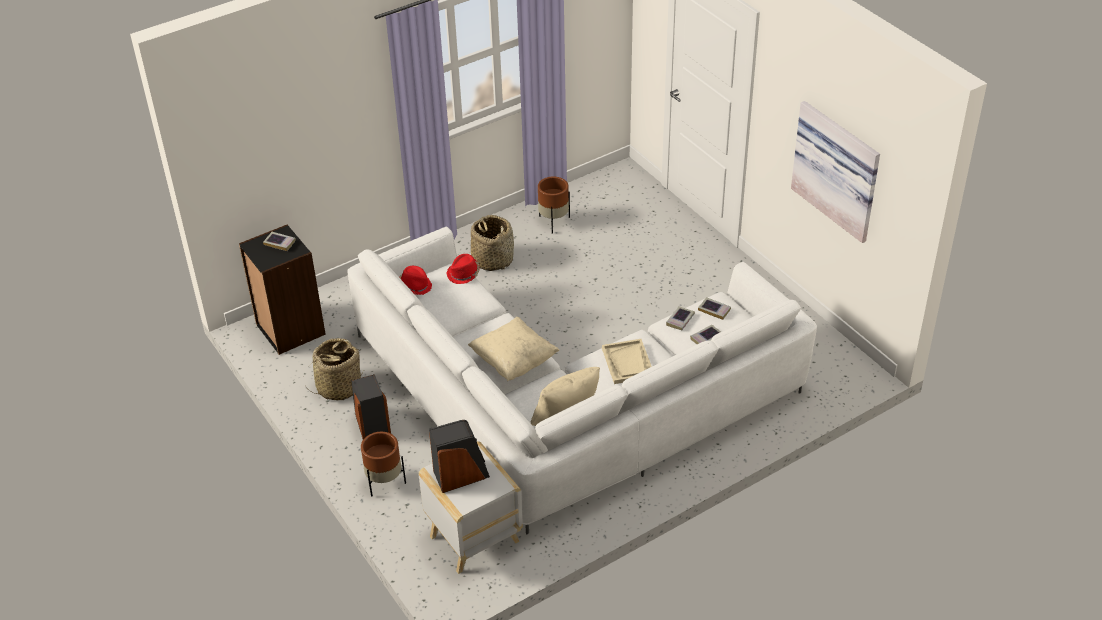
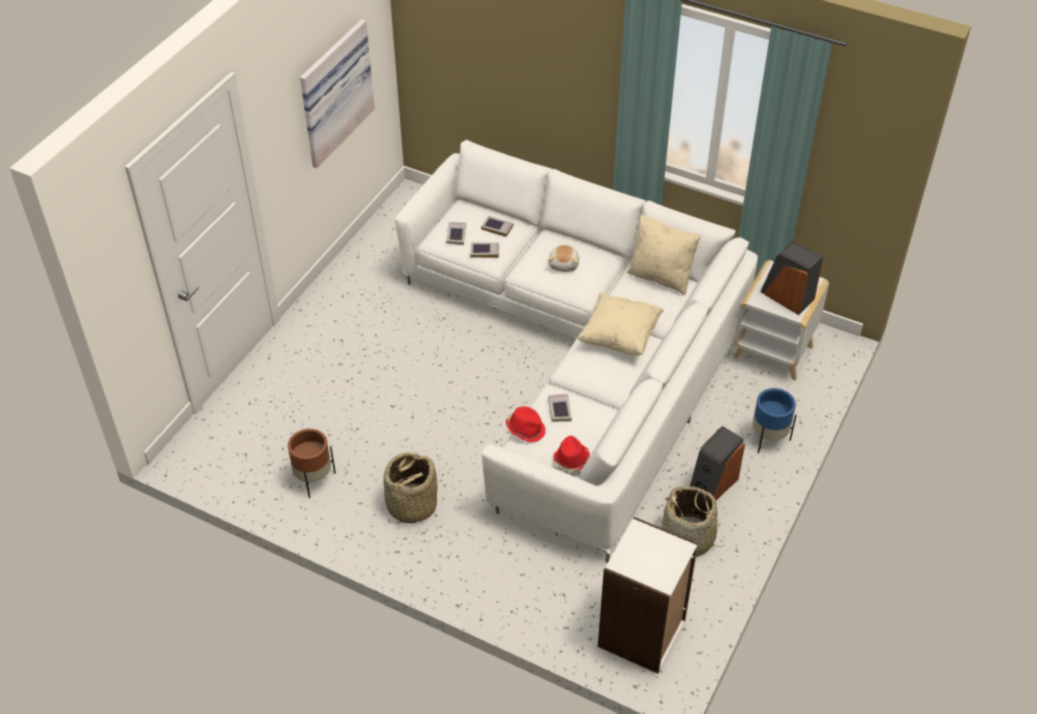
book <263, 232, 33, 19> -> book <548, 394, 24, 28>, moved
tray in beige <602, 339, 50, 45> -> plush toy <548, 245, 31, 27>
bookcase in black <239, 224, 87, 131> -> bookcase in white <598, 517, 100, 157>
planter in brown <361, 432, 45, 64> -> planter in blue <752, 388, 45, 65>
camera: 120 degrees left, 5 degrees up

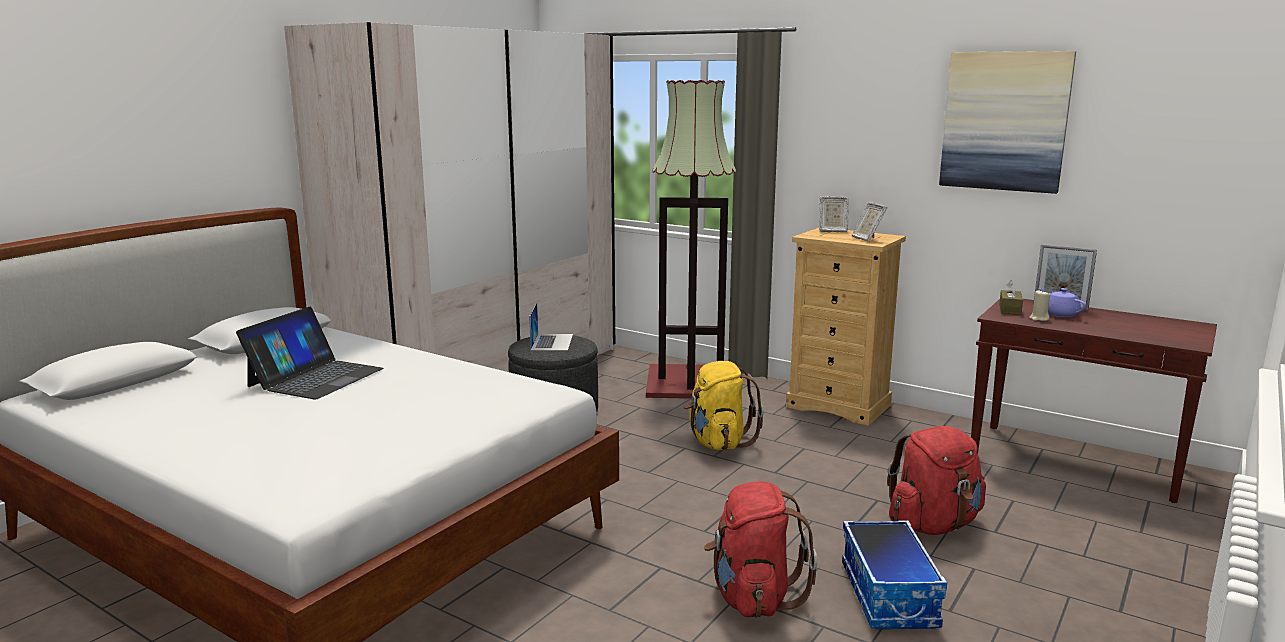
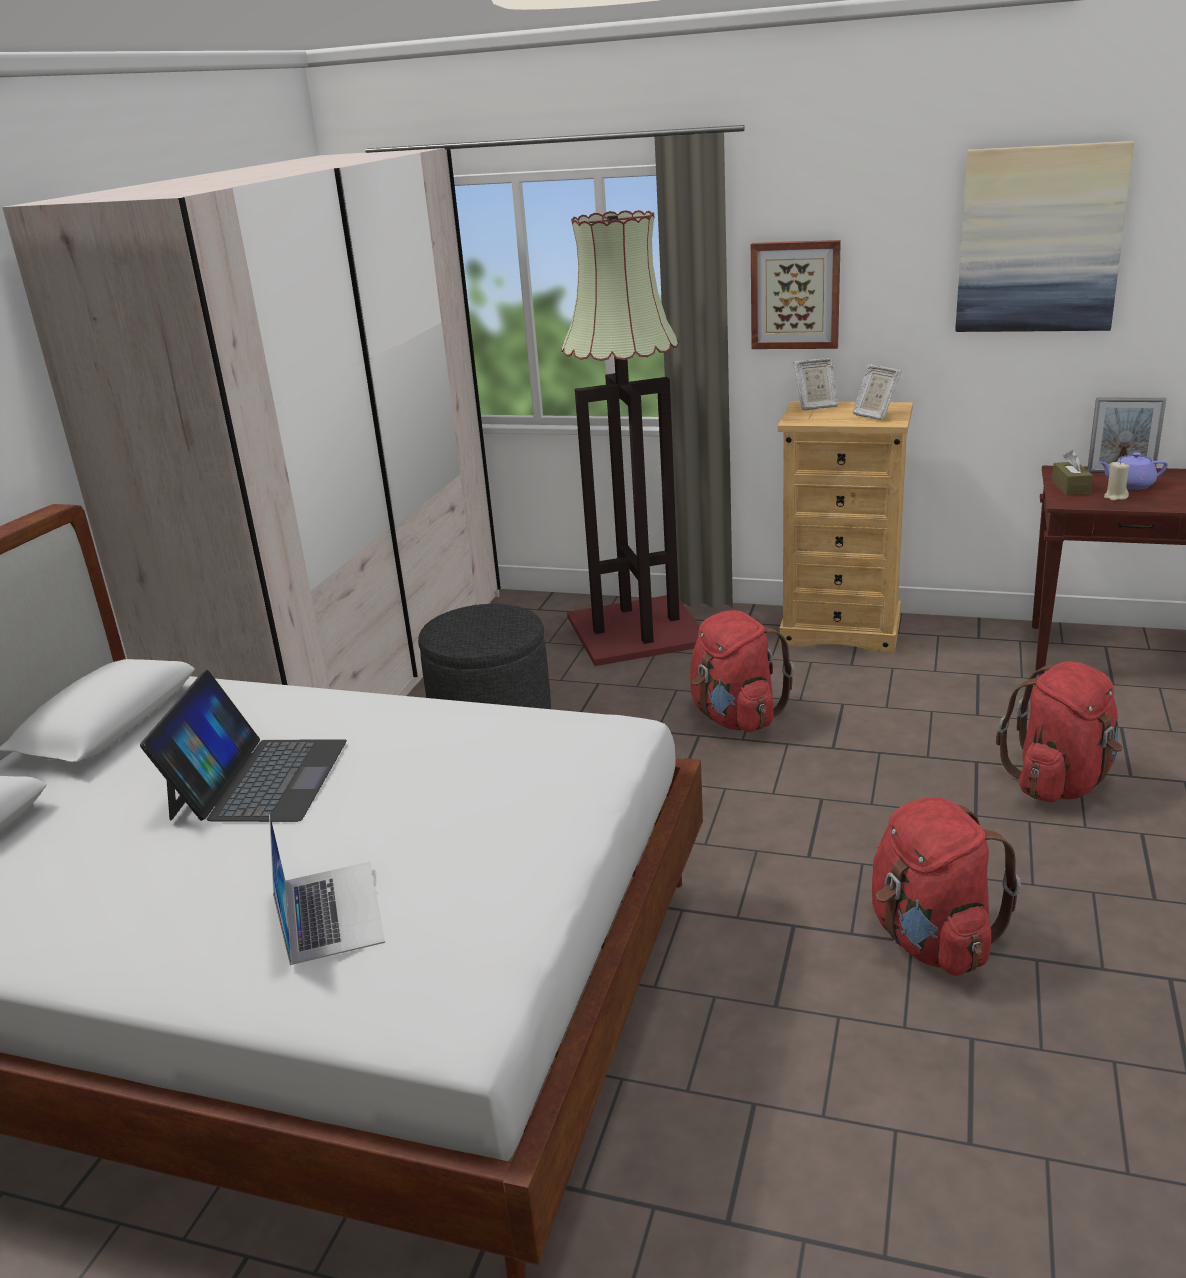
storage box <842, 520, 105, 109> -> none
none -> picture <751, 240, 90, 109>
laptop <529, 303, 44, 48> -> laptop <269, 814, 116, 151>, moved
backpack in yellow <684, 361, 80, 89> -> backpack in red <691, 610, 103, 122>
teapot in purple <1038, 288, 49, 29> -> teapot in purple <1098, 452, 70, 38>, 45 degrees counterclockwise
camera: 15 degrees left, 10 degrees up

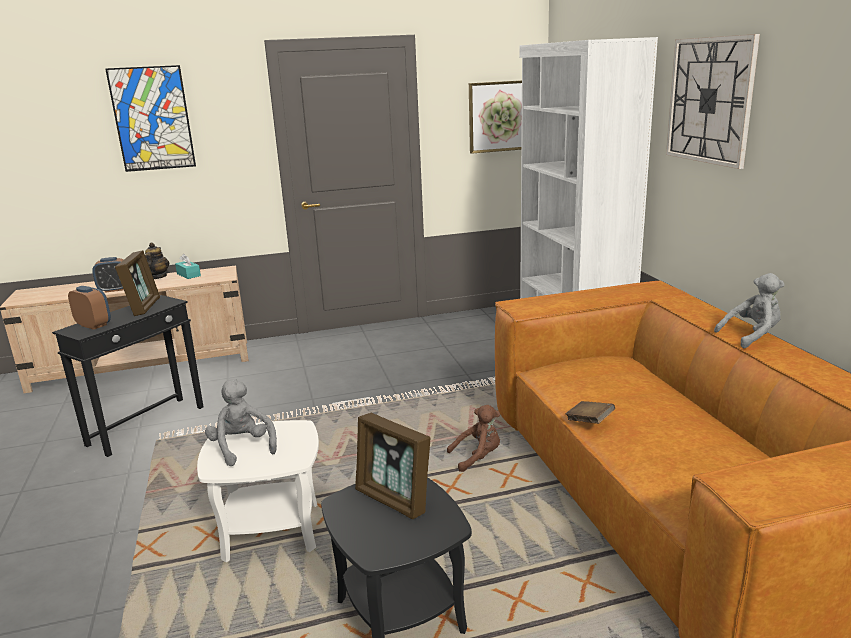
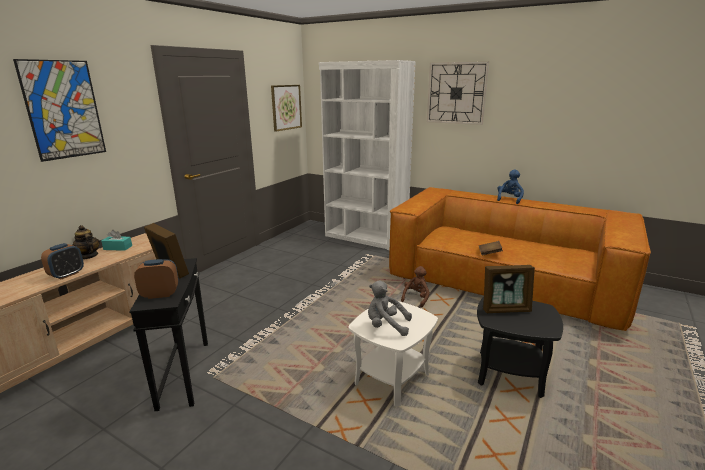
plush toy in grey <714, 273, 71, 75> -> plush toy in blue <497, 169, 27, 35>
camera: 45 degrees left, 0 degrees up

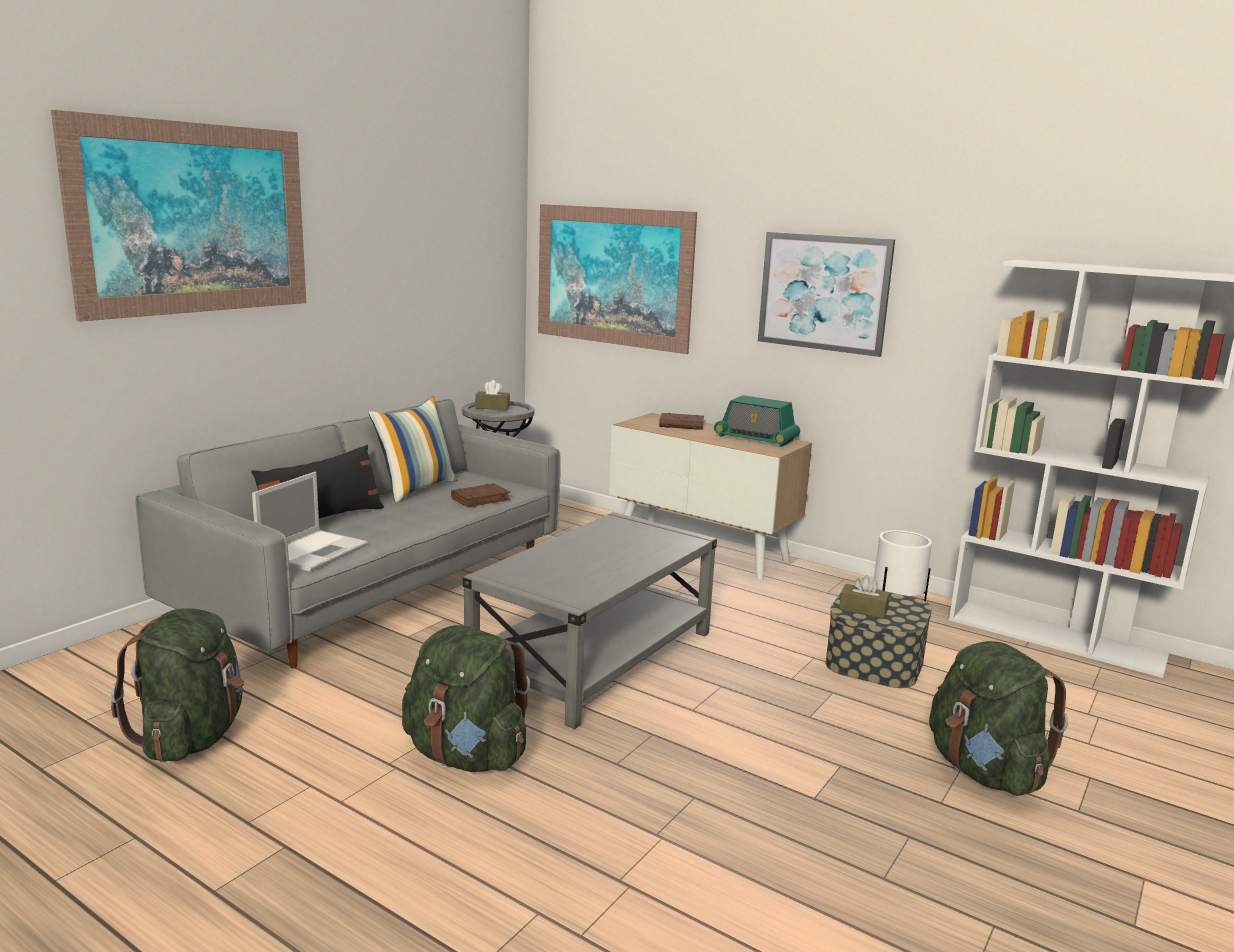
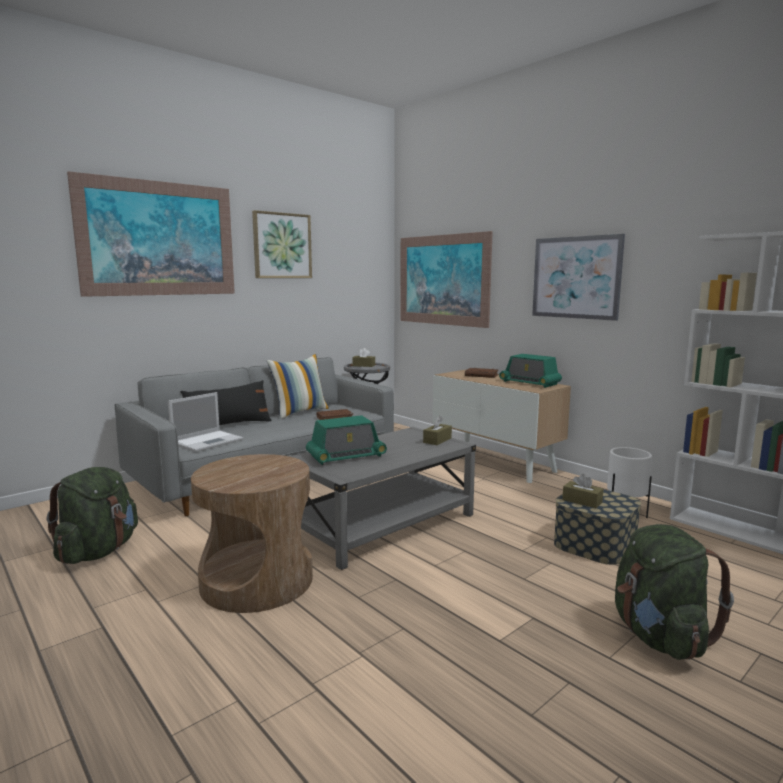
none -> picture <252, 210, 60, 68>
none -> radio <306, 415, 81, 50>
none -> tissue box in brown <423, 416, 29, 29>
backpack in green <402, 625, 128, 147> -> side table in brown <191, 454, 122, 159>
camera: 15 degrees right, 5 degrees down

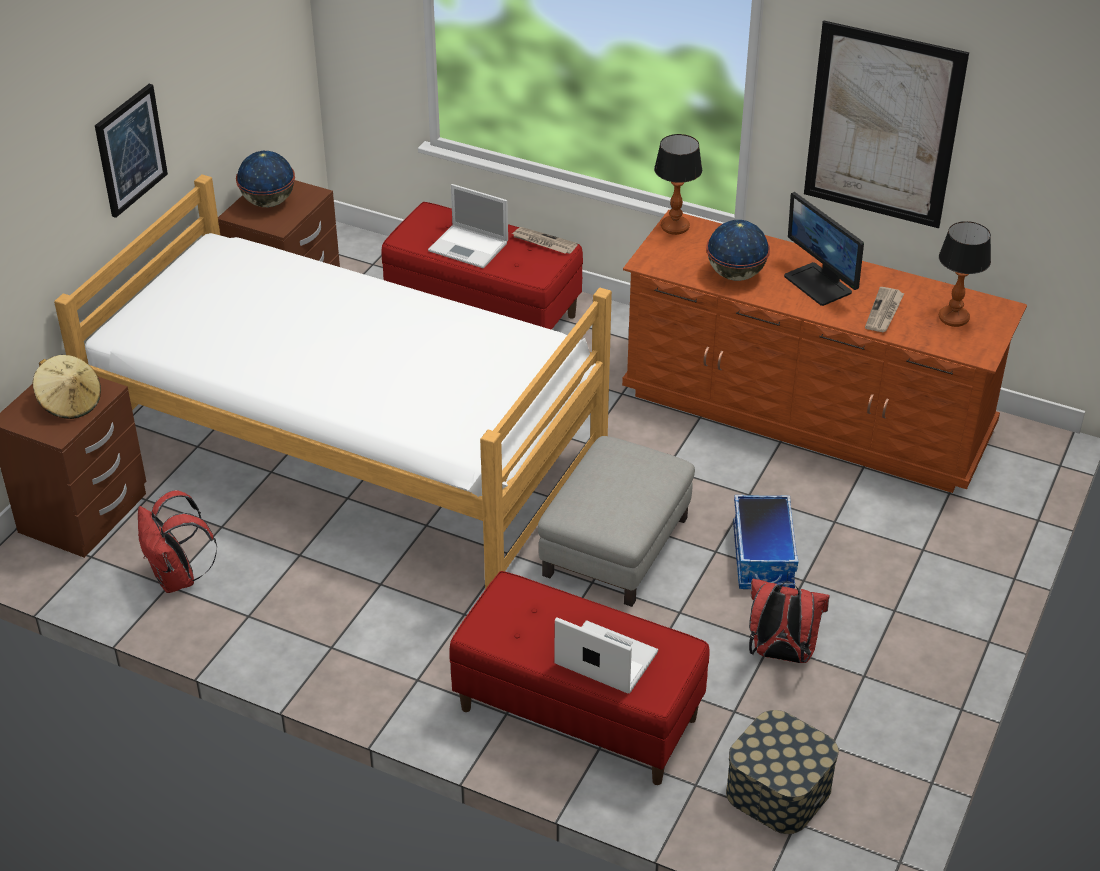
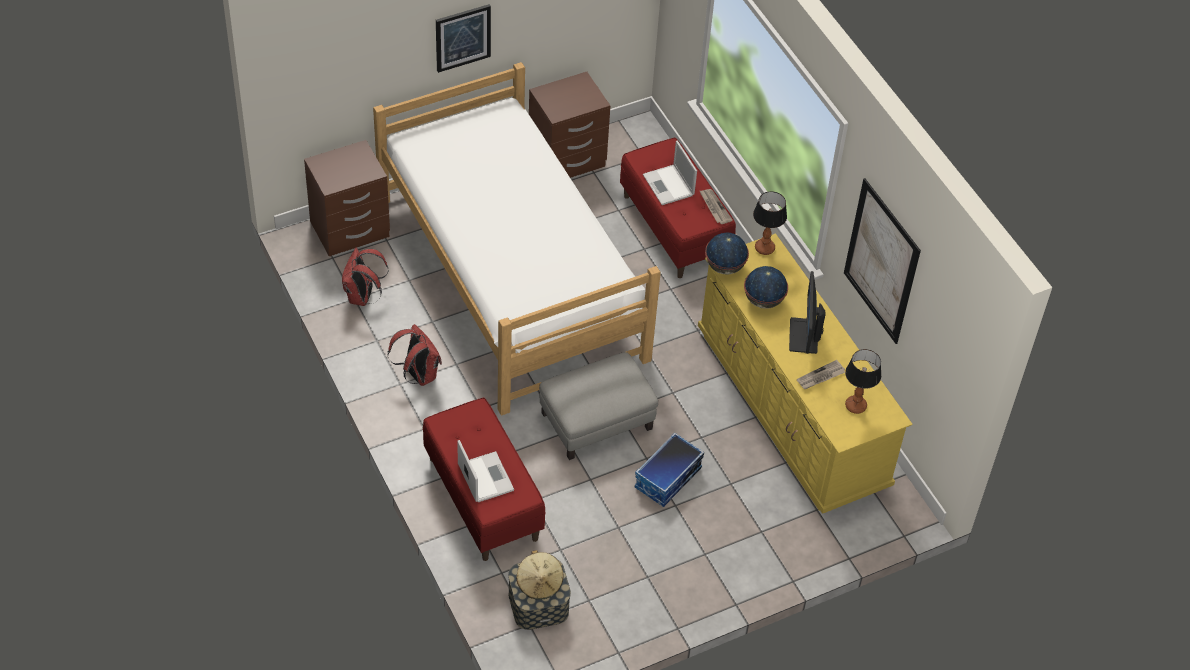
hat in beige <33, 355, 68, 64> -> hat in beige <516, 550, 47, 50>, moved
globe <236, 151, 59, 56> -> globe <705, 232, 44, 43>, moved
backpack in red <749, 579, 81, 84> -> backpack in red <388, 324, 54, 62>, moved
dresser in brown <622, 210, 405, 283> -> dresser in yellow <698, 233, 214, 281>
camera: 35 degrees right, 10 degrees up

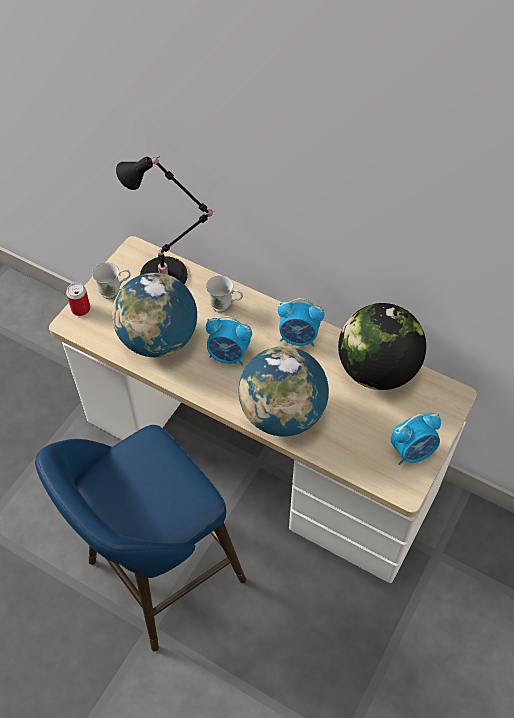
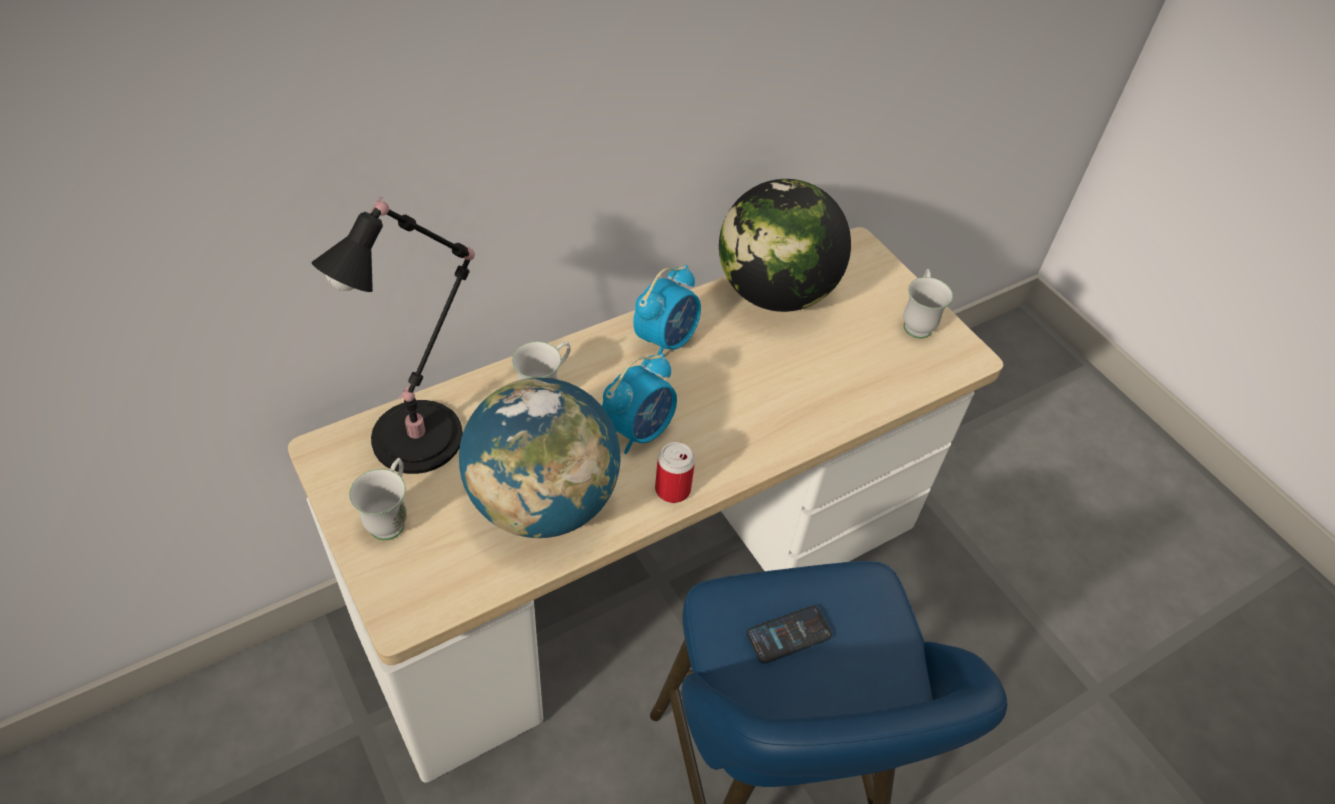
globe <239, 346, 90, 90> -> none
none -> phone <746, 606, 86, 58>
can <66, 283, 24, 33> -> can <655, 442, 40, 61>, moved
alarm clock <391, 413, 50, 52> -> mug in white <903, 269, 50, 70>
camera: 65 degrees left, 5 degrees down

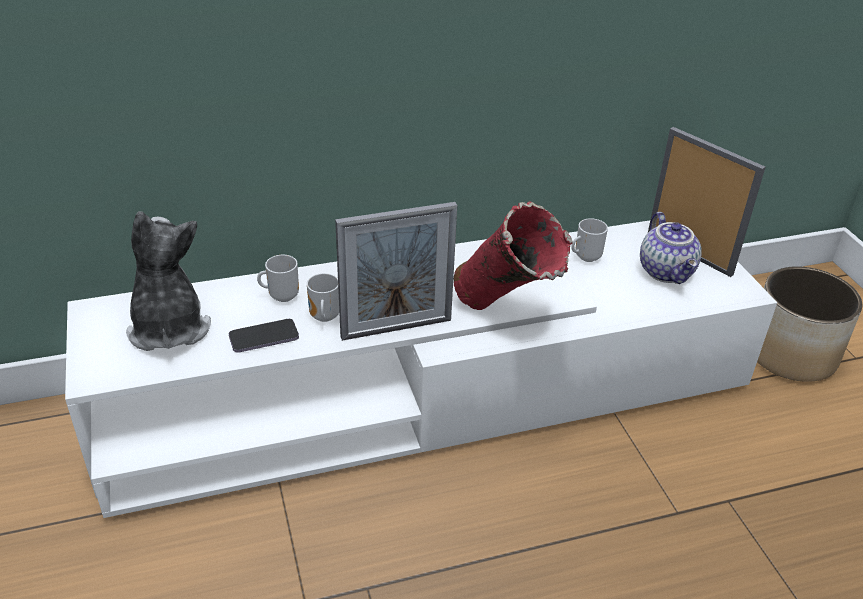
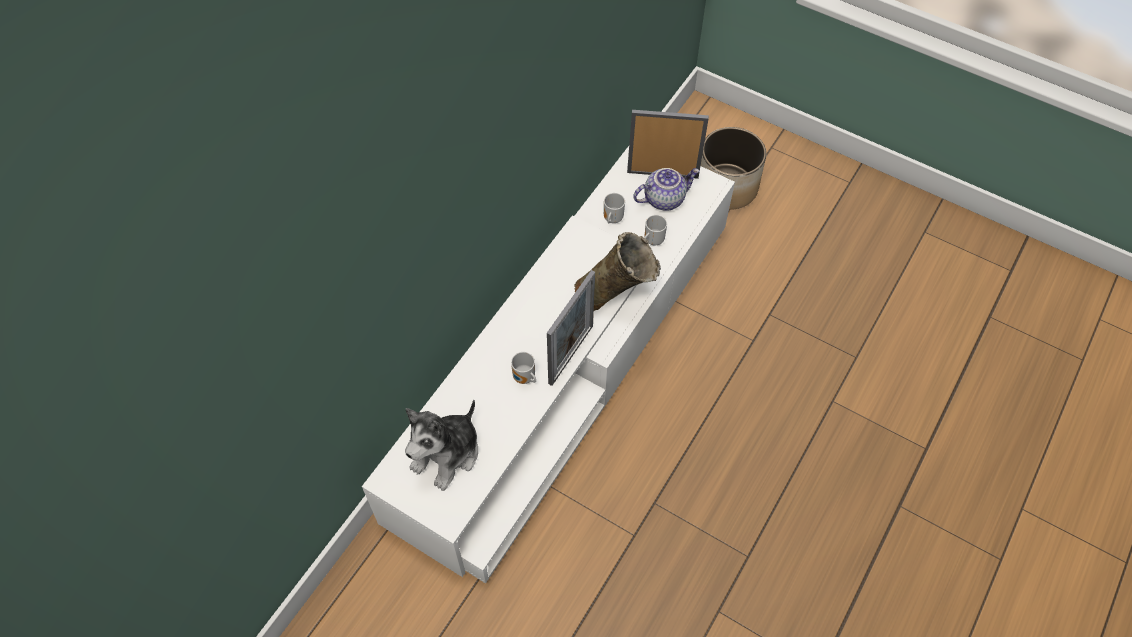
phone <229, 319, 70, 34> -> none
mug <257, 255, 42, 47> -> mug <644, 215, 23, 30>, moved
vase in red <454, 202, 119, 108> -> vase in beige <575, 232, 86, 79>
plush toy <126, 211, 85, 140> -> plush toy <405, 400, 73, 91>, 90 degrees counterclockwise
teapot <640, 212, 62, 72> -> teapot <633, 168, 67, 43>, 60 degrees counterclockwise
camera: 40 degrees left, 20 degrees up

